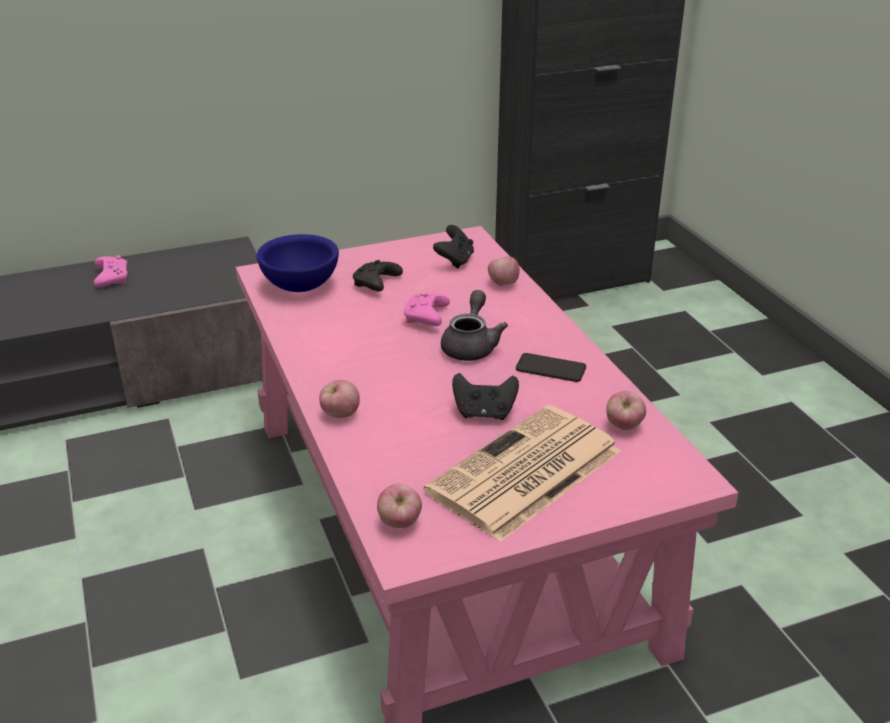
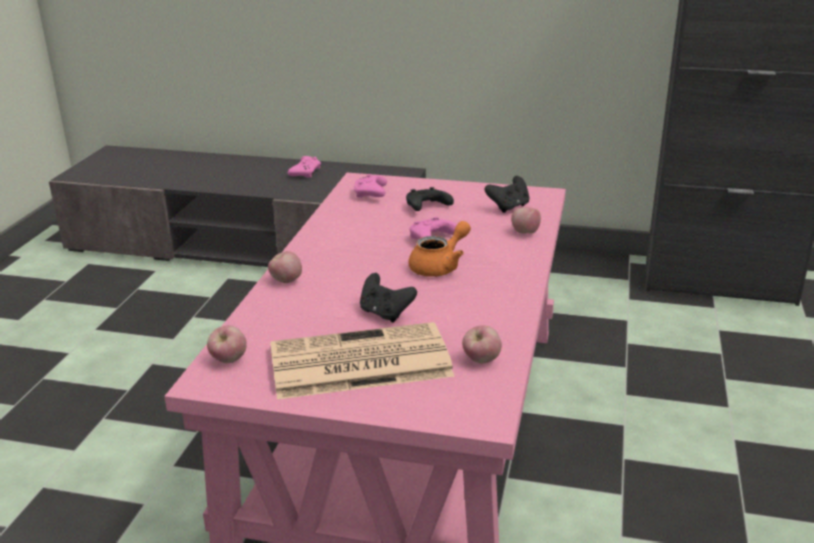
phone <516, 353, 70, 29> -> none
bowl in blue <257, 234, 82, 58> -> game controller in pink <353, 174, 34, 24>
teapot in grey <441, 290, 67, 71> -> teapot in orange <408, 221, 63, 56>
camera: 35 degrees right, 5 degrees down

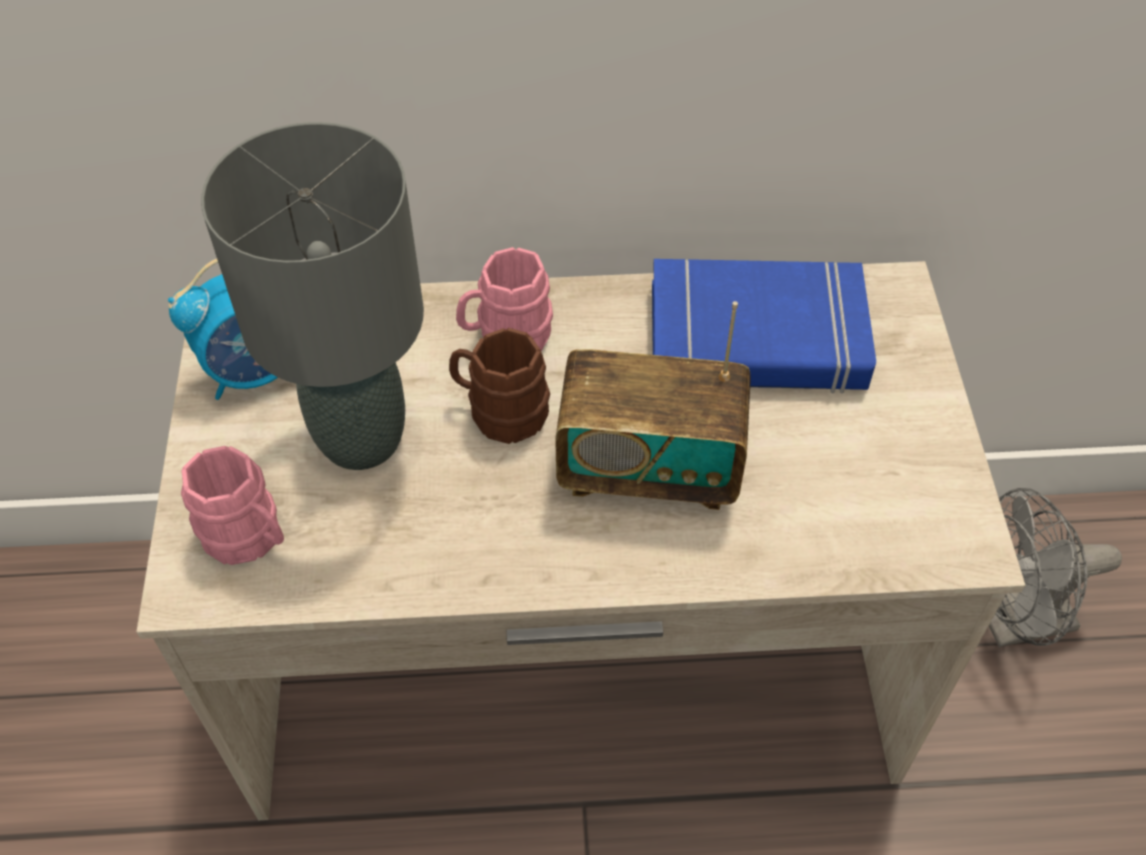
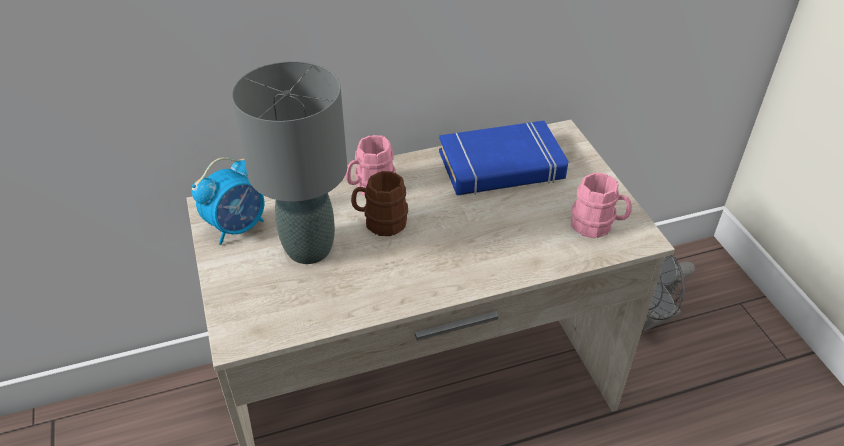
radio <555, 301, 195, 209> -> none
mug in pink <181, 446, 103, 119> -> mug in pink <571, 172, 61, 66>, moved
camera: 15 degrees left, 10 degrees down

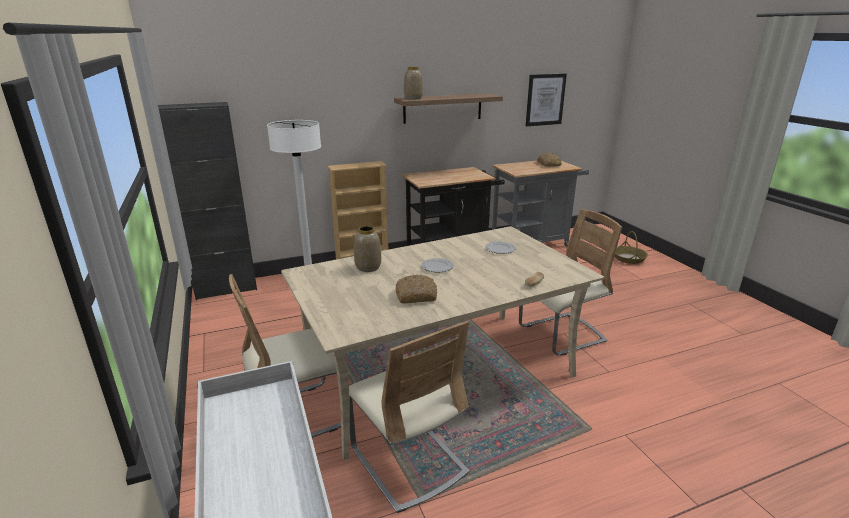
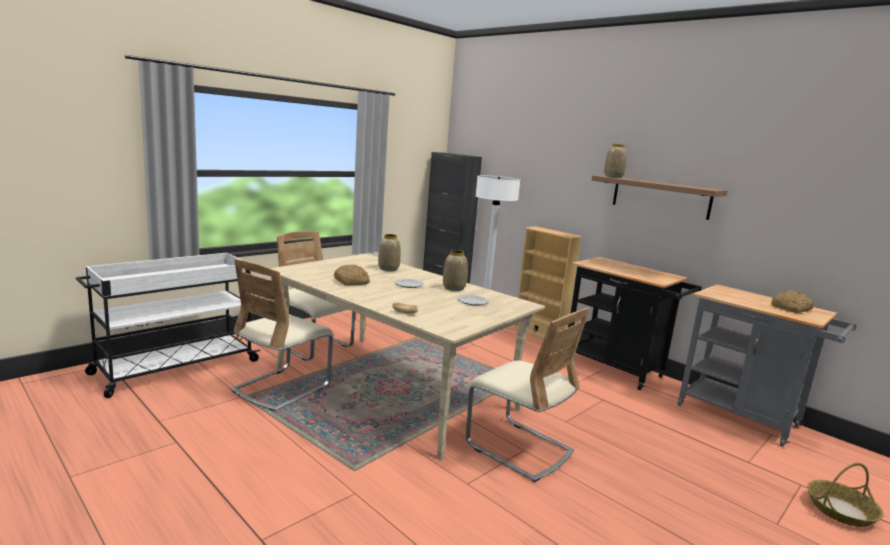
picture <526, 74, 41, 52> -> none
none -> vase <443, 250, 25, 41>
camera: 65 degrees right, 10 degrees down

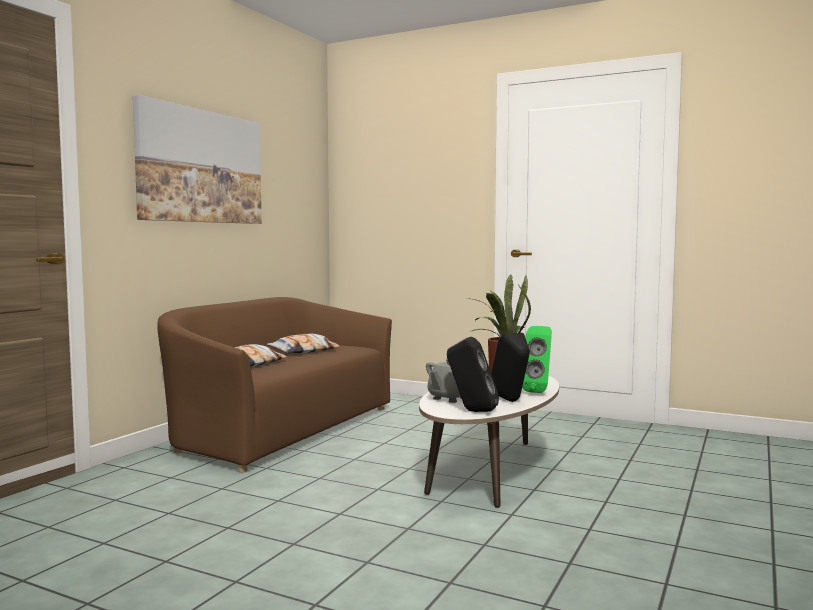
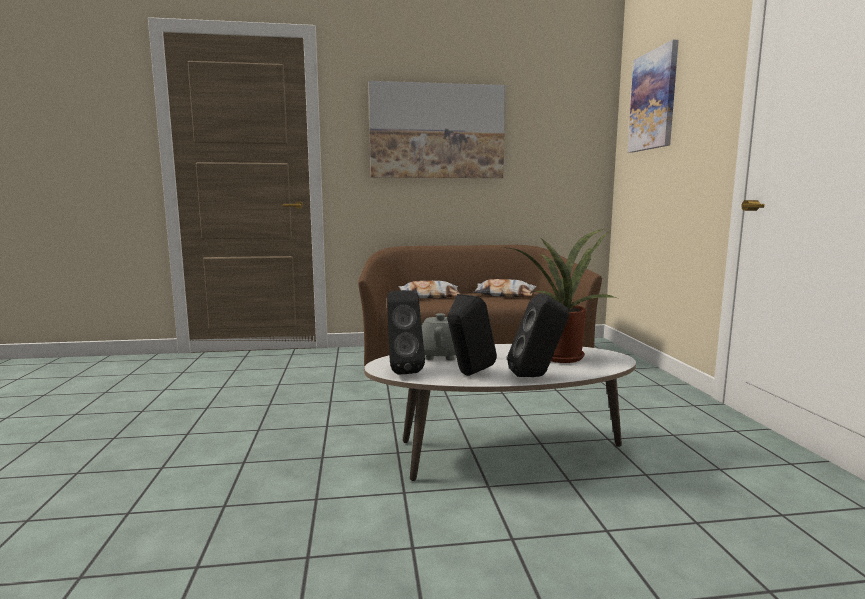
none -> picture <628, 40, 51, 113>
speaker in green <522, 326, 30, 67> -> speaker in black <507, 293, 62, 84>
camera: 55 degrees right, 5 degrees up

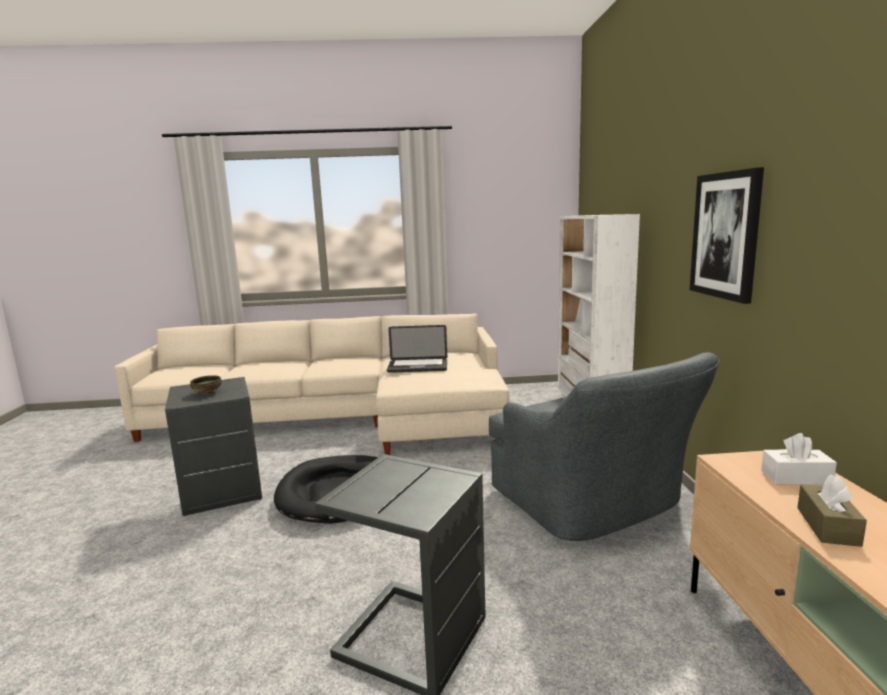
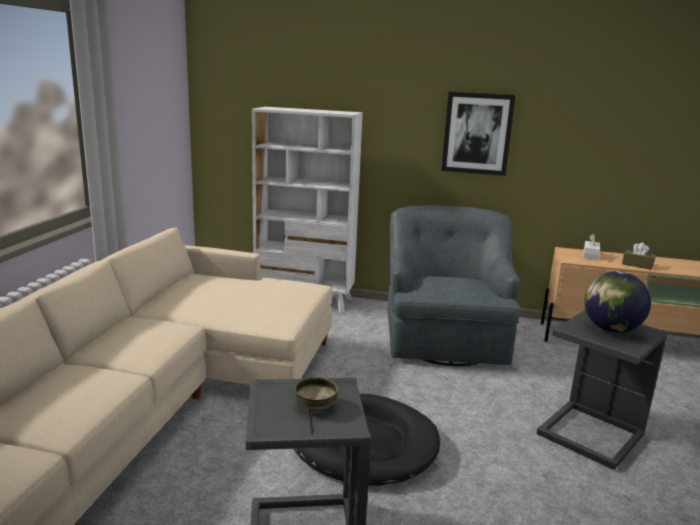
laptop <387, 325, 60, 48> -> none
none -> globe <584, 271, 67, 62>
armchair in grey <489, 352, 231, 189> -> armchair in grey <388, 205, 132, 161>, 75 degrees counterclockwise
camera: 75 degrees left, 5 degrees up

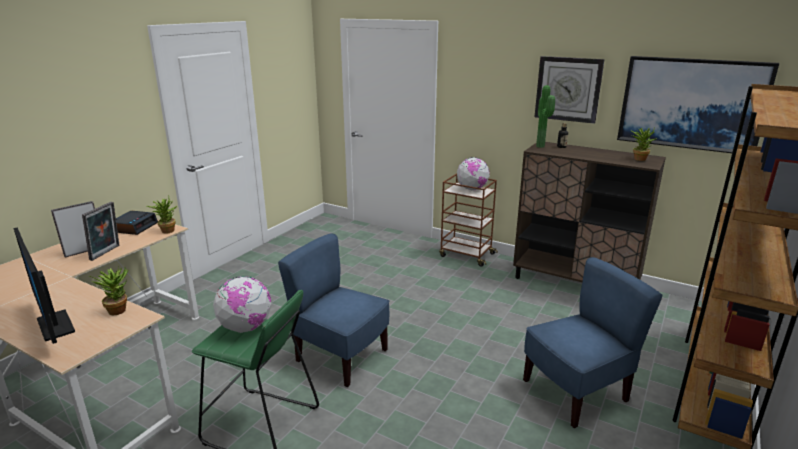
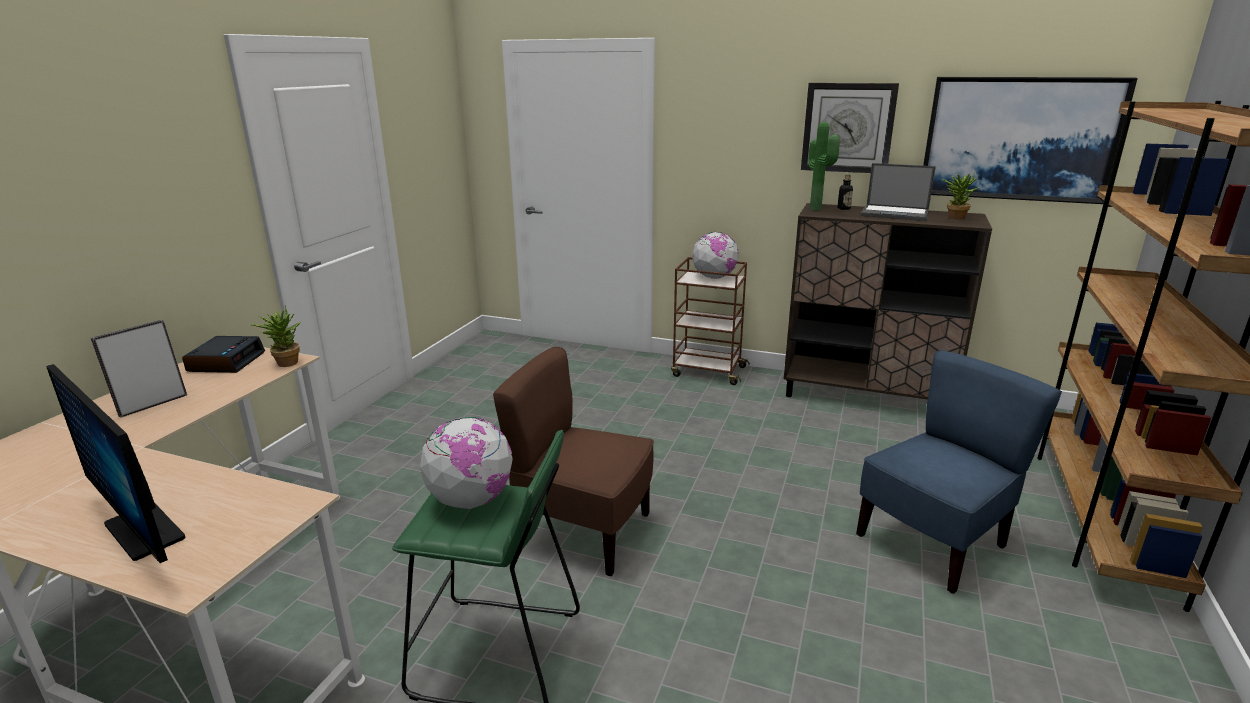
picture frame <82, 202, 37, 59> -> none
potted plant <89, 267, 39, 48> -> none
none -> laptop <861, 163, 75, 58>
chair in blue <278, 233, 111, 154> -> chair in brown <493, 347, 161, 229>
camera: 10 degrees left, 0 degrees up

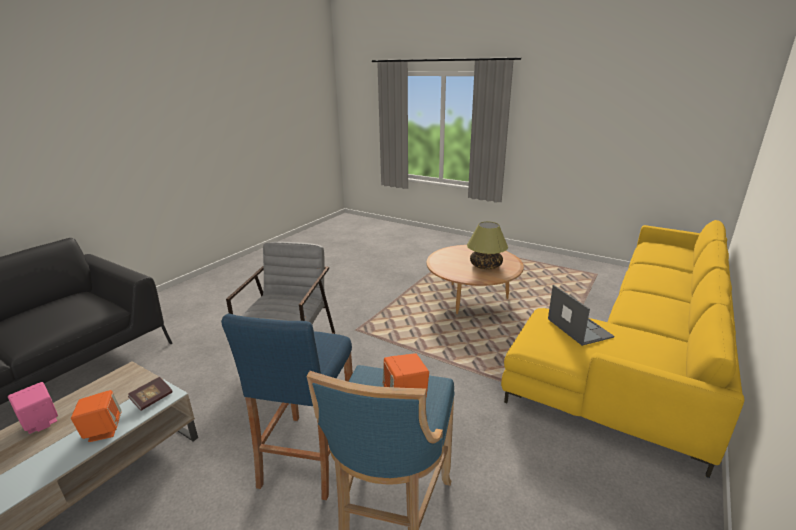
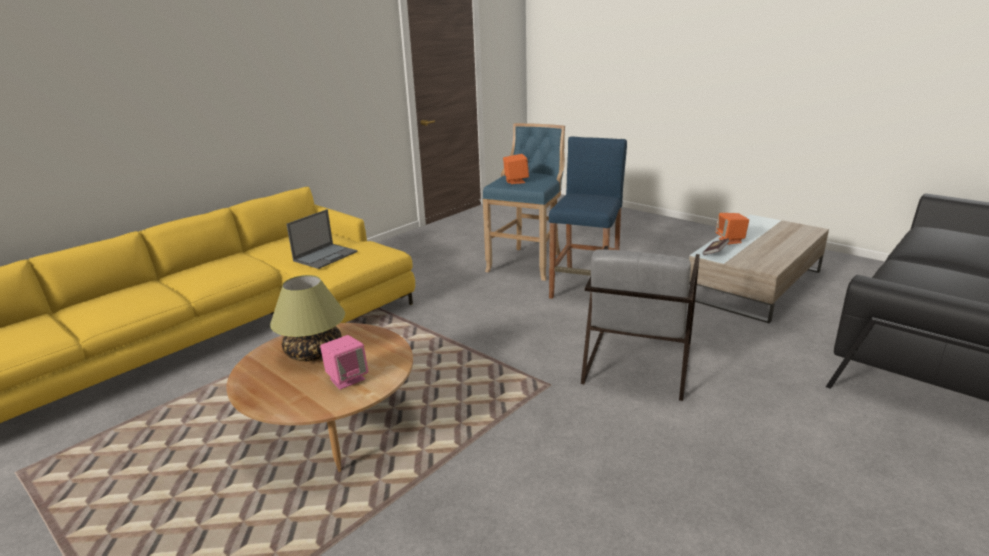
speaker in pink <8, 382, 50, 52> -> speaker in pink <320, 335, 48, 55>, moved
laptop <548, 285, 66, 61> -> laptop <286, 209, 72, 60>, 135 degrees counterclockwise
camera: 170 degrees left, 0 degrees up

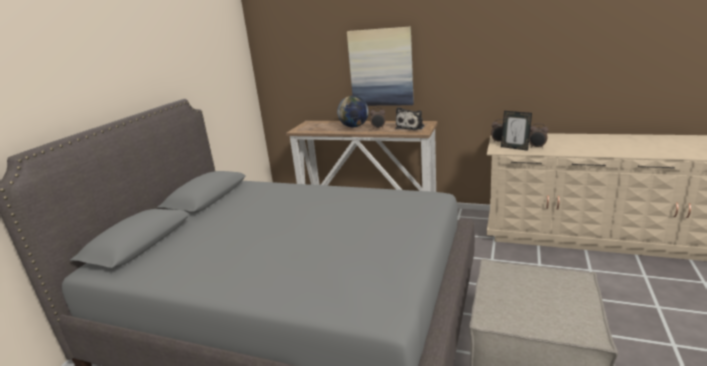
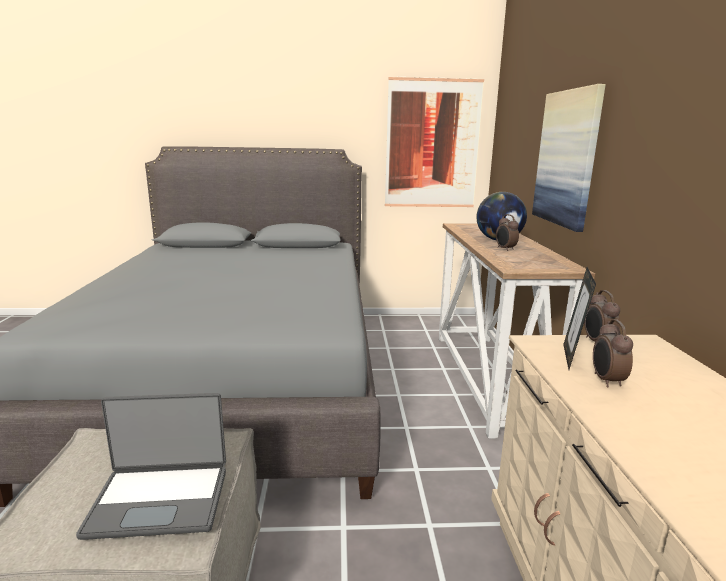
plush toy <395, 107, 29, 23> -> none
none -> laptop <76, 393, 150, 147>
none -> picture <385, 77, 99, 130>
camera: 65 degrees right, 5 degrees down

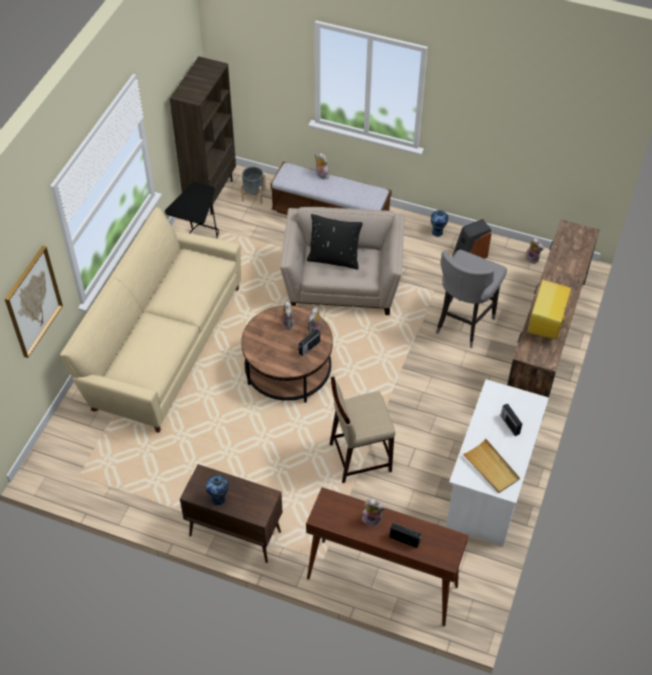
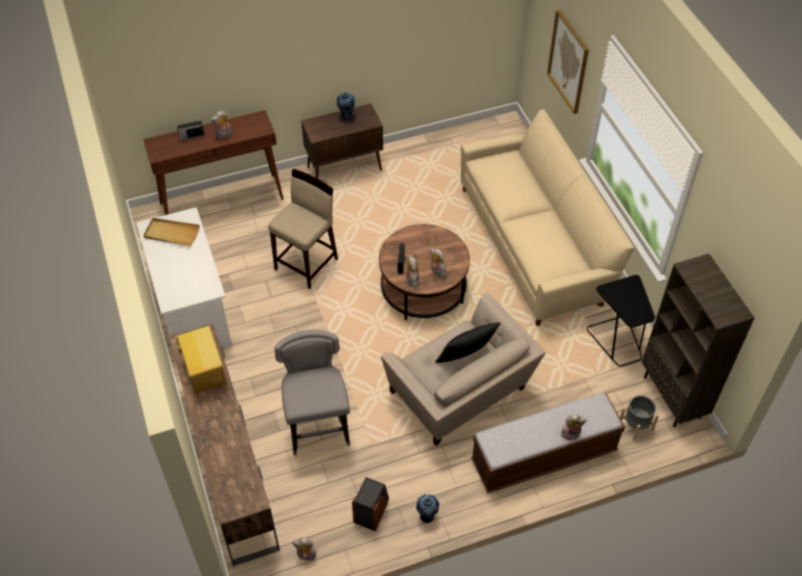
radio <501, 404, 21, 32> -> none
camera: 140 degrees right, 0 degrees up

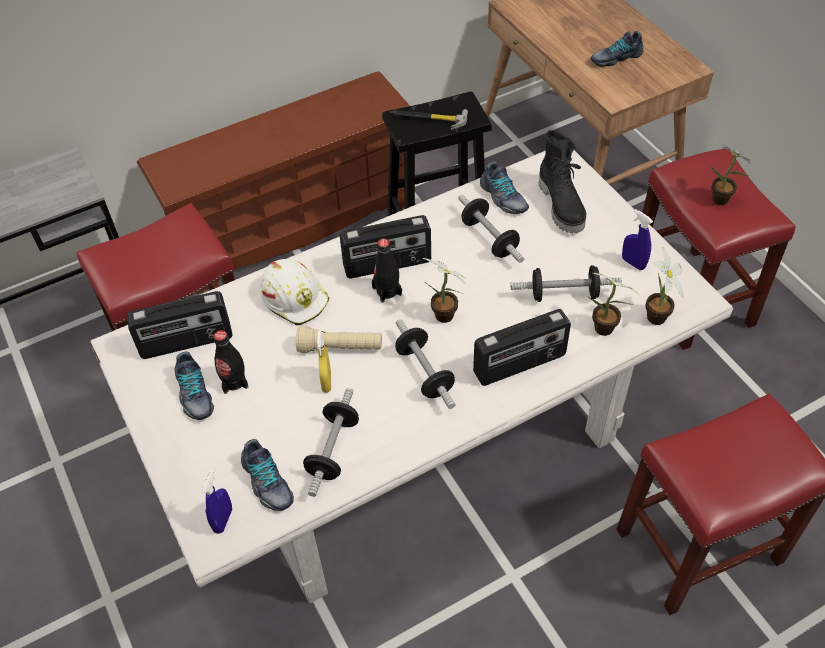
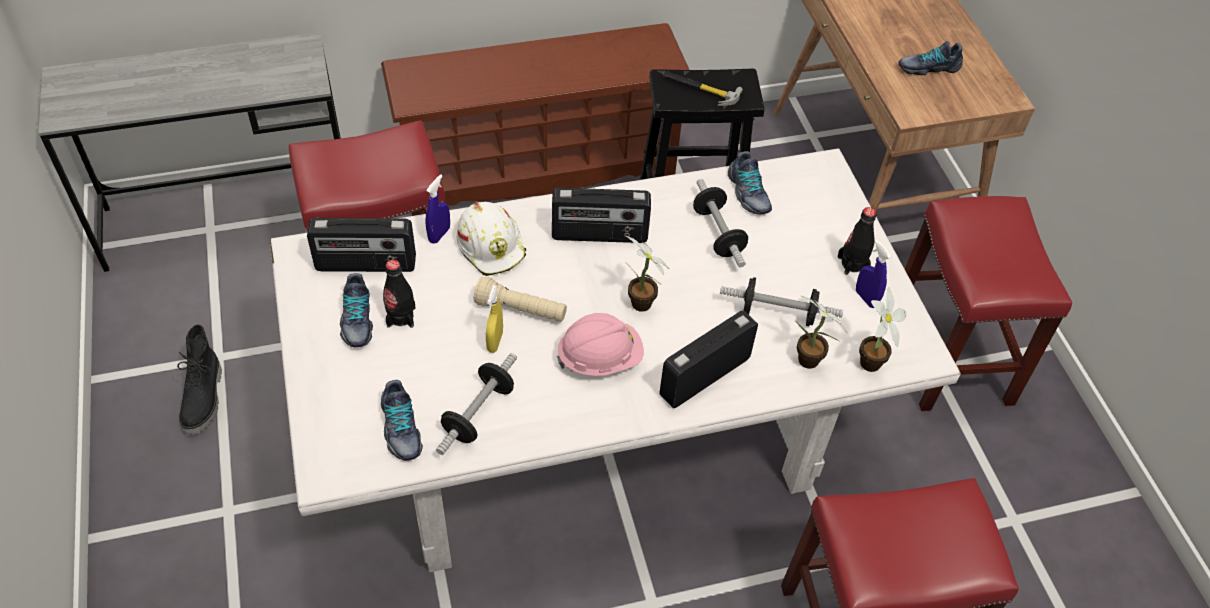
potted plant <710, 144, 47, 61> -> none
spray bottle in blue <201, 468, 31, 66> -> spray bottle in blue <426, 174, 24, 70>, moved
bottle in black <372, 238, 30, 65> -> bottle in black <838, 207, 39, 68>, moved
boot in black <539, 130, 47, 103> -> boot in black <177, 324, 45, 112>, moved
dumbbell <395, 319, 60, 90> -> hard hat in pink <557, 313, 87, 63>
radio <473, 309, 98, 77> -> radio <659, 310, 99, 98>, 150 degrees clockwise
camera: 10 degrees right, 0 degrees up

